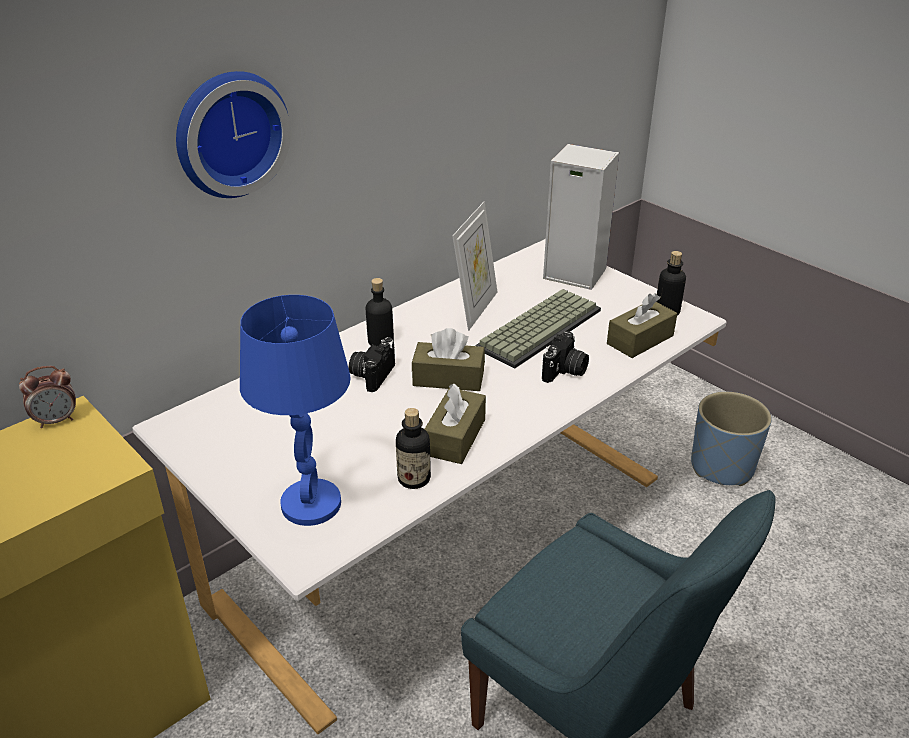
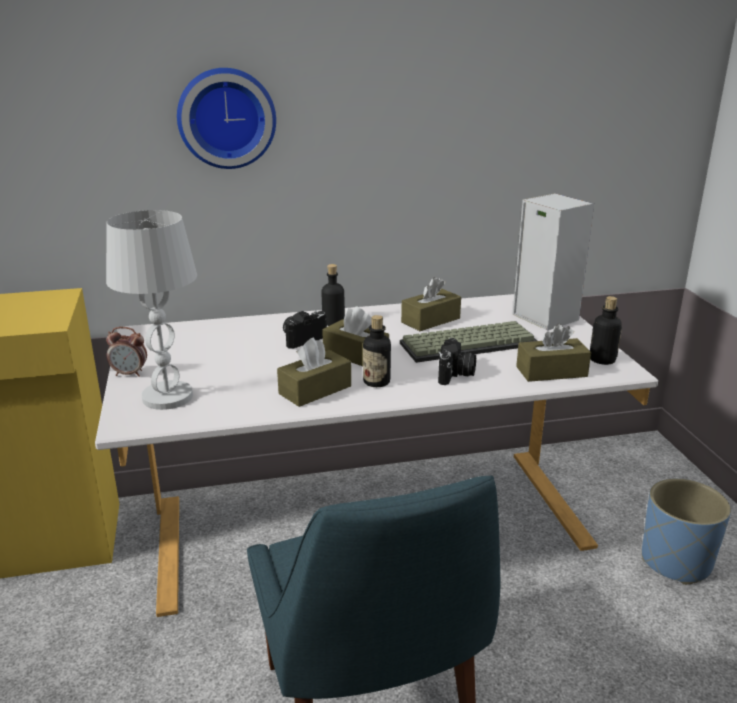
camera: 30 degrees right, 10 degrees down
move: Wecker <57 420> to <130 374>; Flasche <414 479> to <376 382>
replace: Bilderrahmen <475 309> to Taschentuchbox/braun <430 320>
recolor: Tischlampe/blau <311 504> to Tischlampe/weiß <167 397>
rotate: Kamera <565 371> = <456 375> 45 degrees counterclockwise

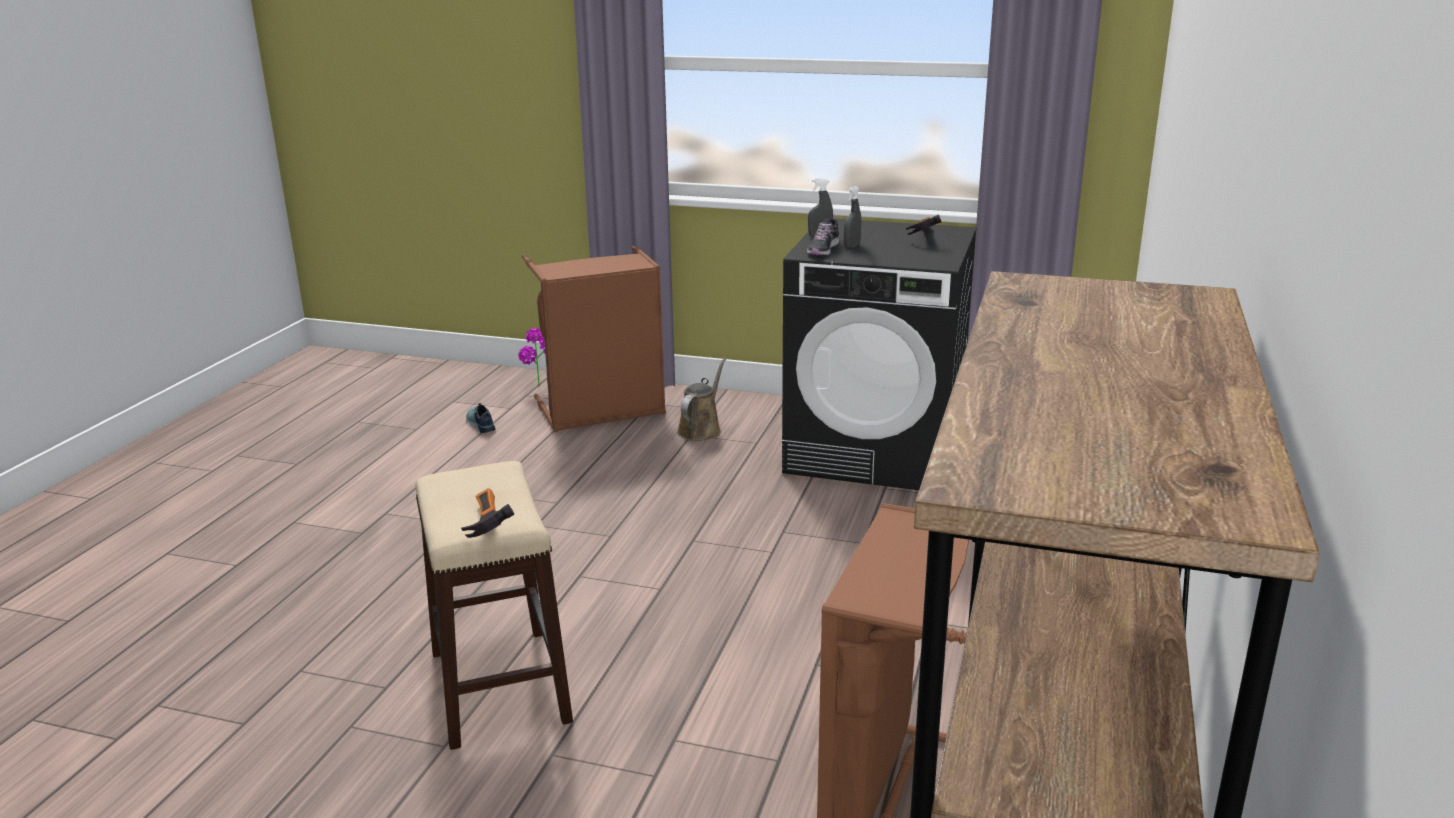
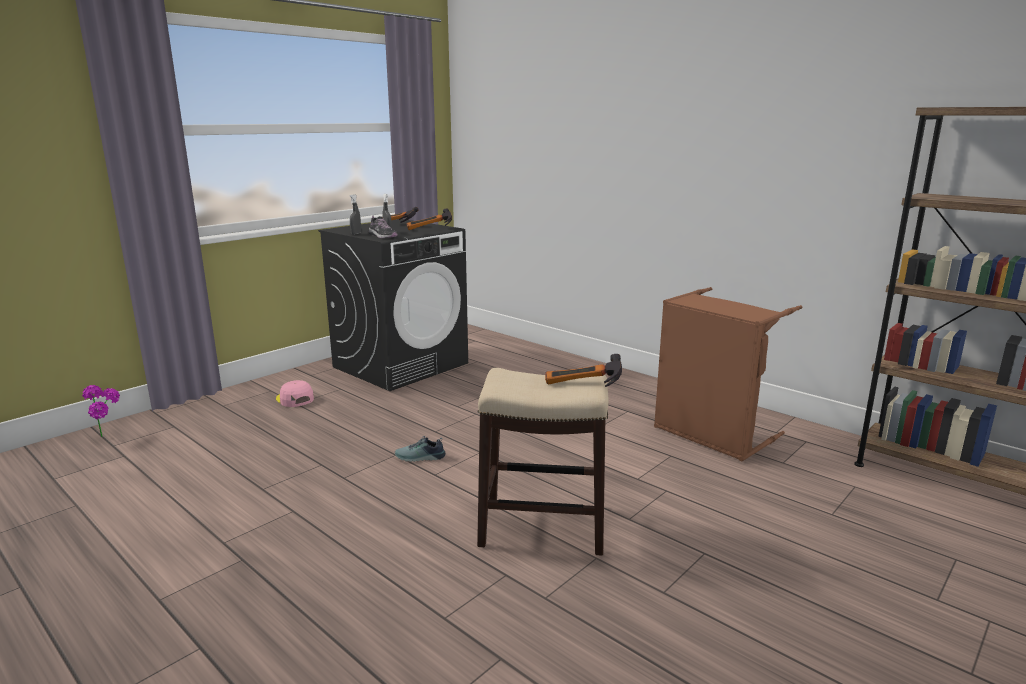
camera: 65 degrees left, 5 degrees down
delete: Wäschekorb/braun <602 412>
insert: Hammer <430 229>
move: Schuh <479 424> to <420 458>
replace: Gießkanne/braun <701 429> to Kappe/rosa <294 399>

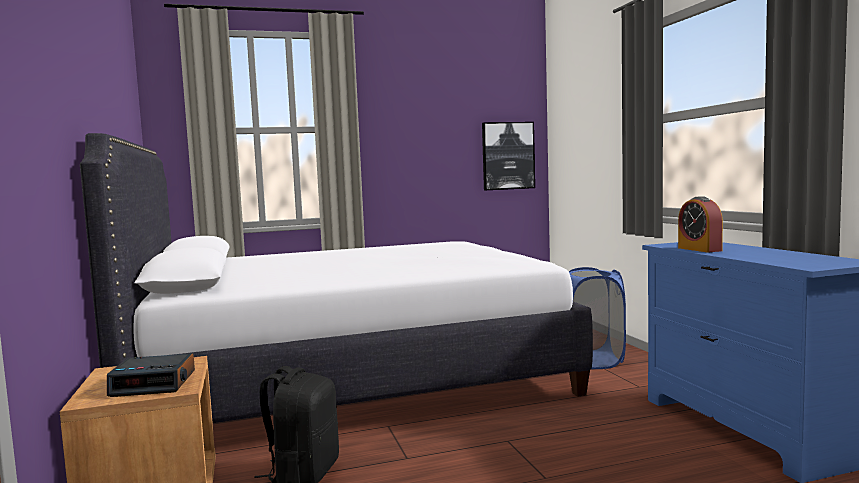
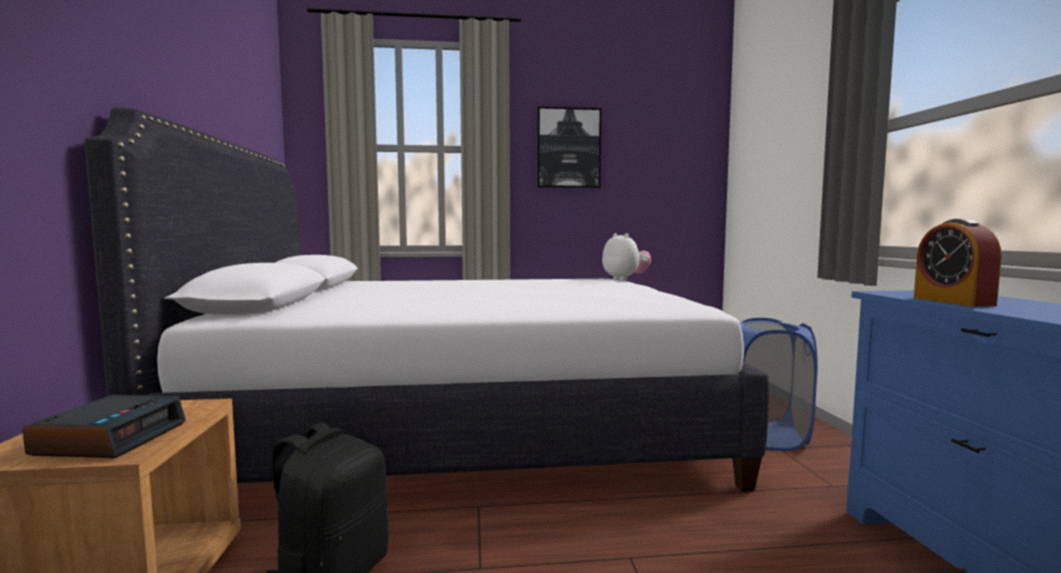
camera: 10 degrees right, 0 degrees up
insert: Plüschtier <625 279>
move: Bild <508 156> to <568 148>
rotate: Wecker <154 383> = <111 438> 90 degrees counterclockwise

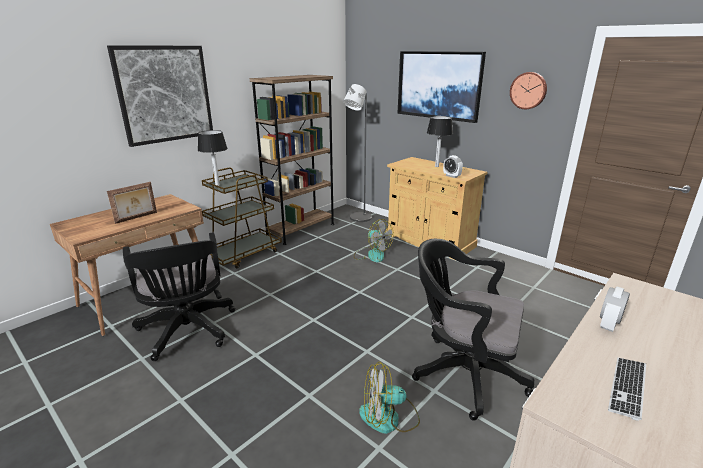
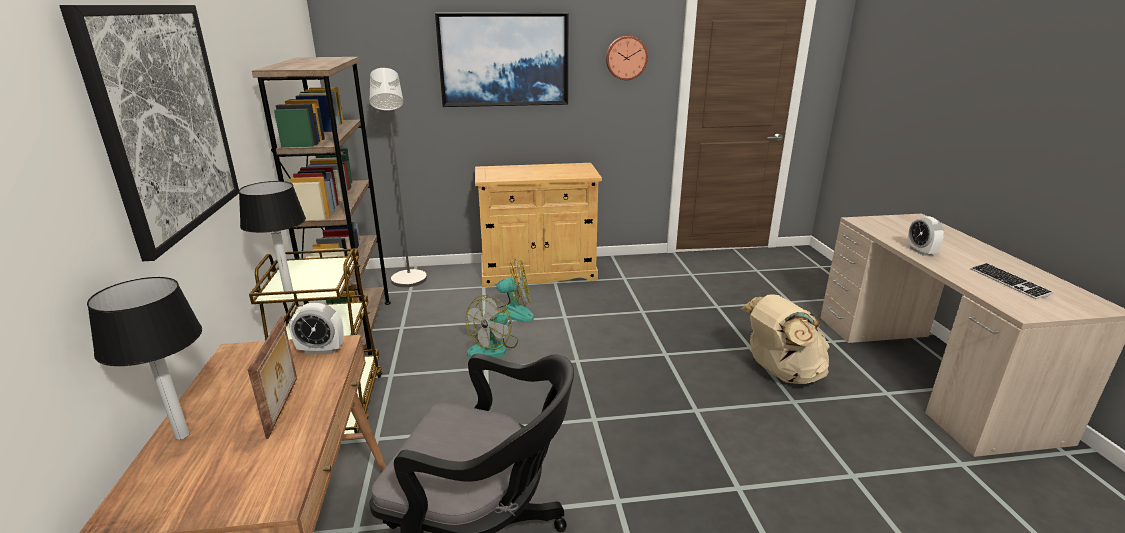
camera: 50 degrees left, 0 degrees up
move: Ventilator <389 417> to <494 347>; Tischlampe <437 166> to <183 435>; Wecker <451 176> to <321 350>
replace: Bürostuhl/schwarz <462 373> to Rucksack/beige <780 373>

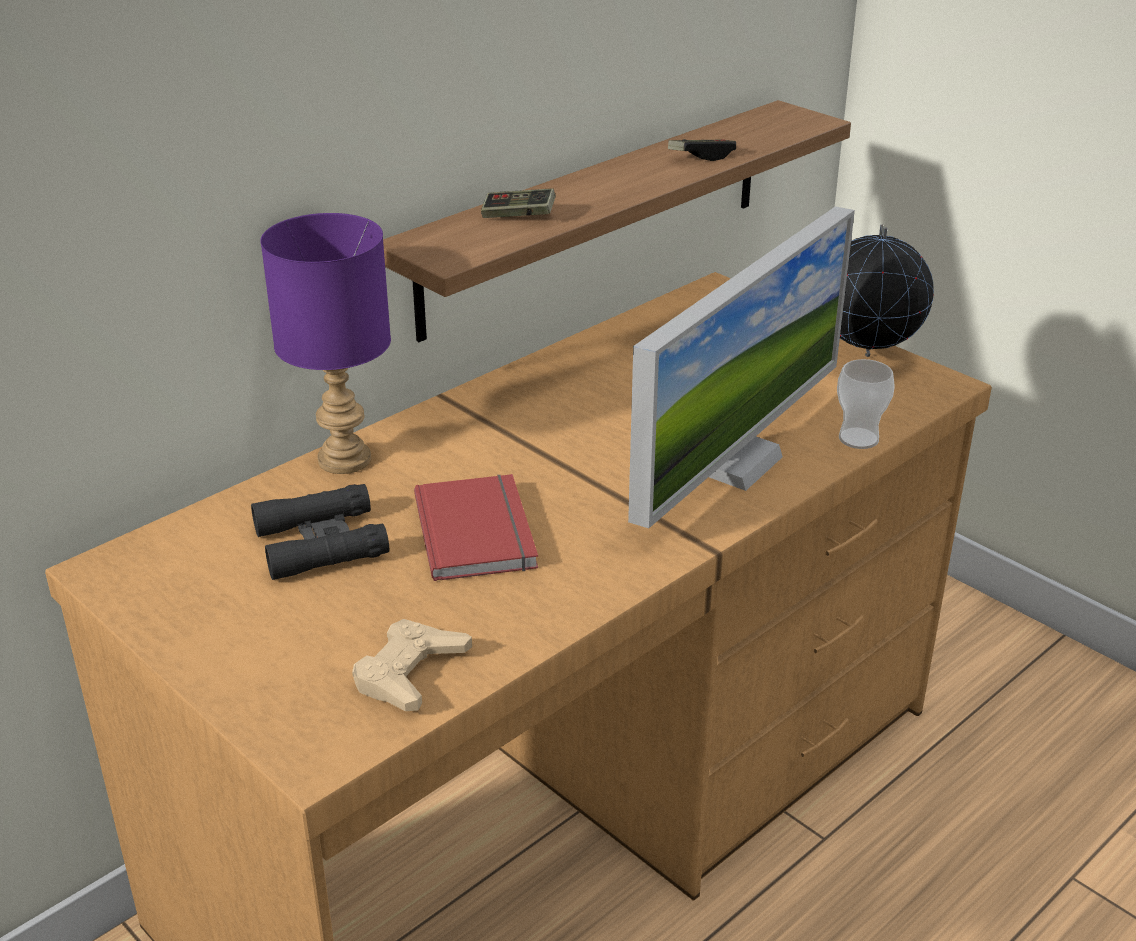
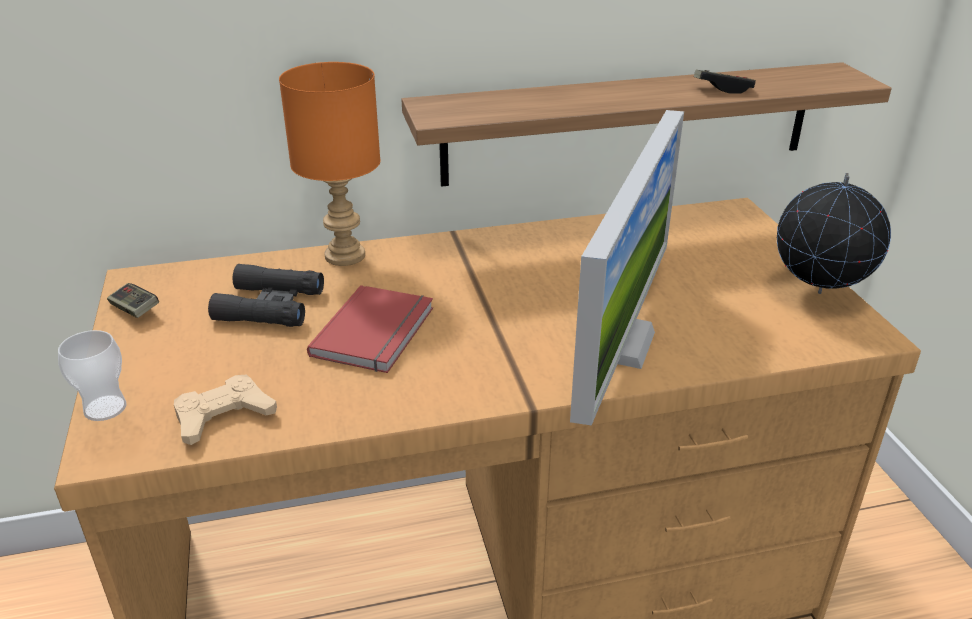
camera: 30 degrees right, 0 degrees up
move: Gamepad <518 216> to <135 309>; Tasse <858 438> to <105 408>
recolor: Tischlampe/lila <347 459> to Tischlampe/orange <346 256>
rotate: Monitor <735 463> = <619 344> 45 degrees counterclockwise

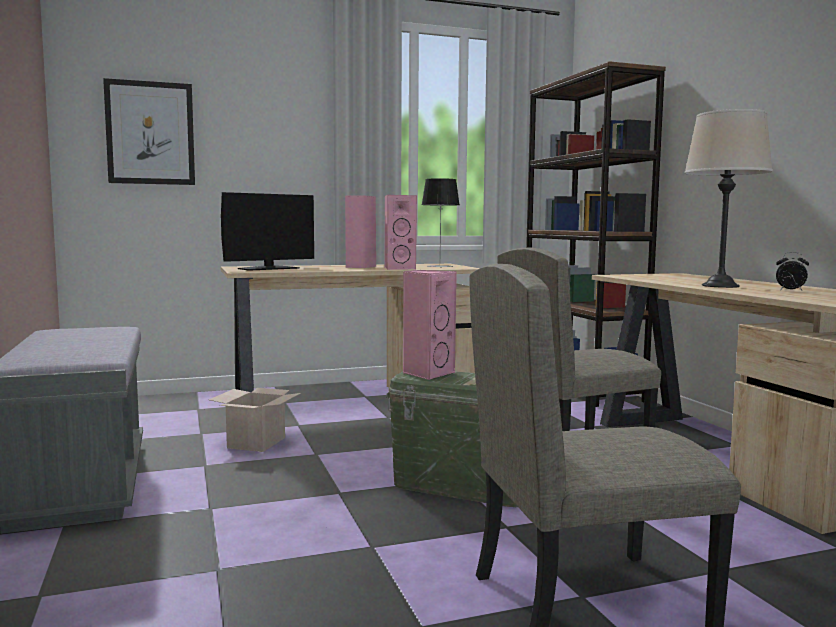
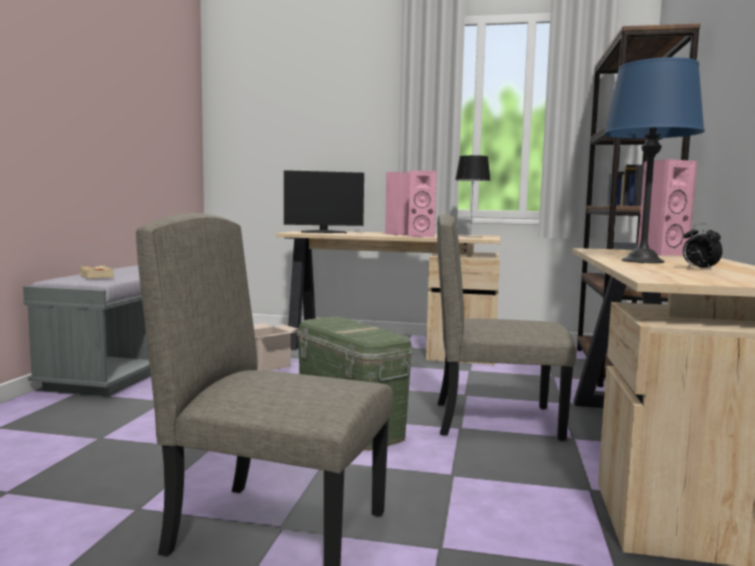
camera: 30 degrees right, 0 degrees up
delete: Bild <150 133>
insert: Buch/beige <97 276>
move: Lautsprecher/rosa <427 373> to <661 254>
recolor: Tischlampe/beige <720 286> to Tischlampe/blau <642 261>

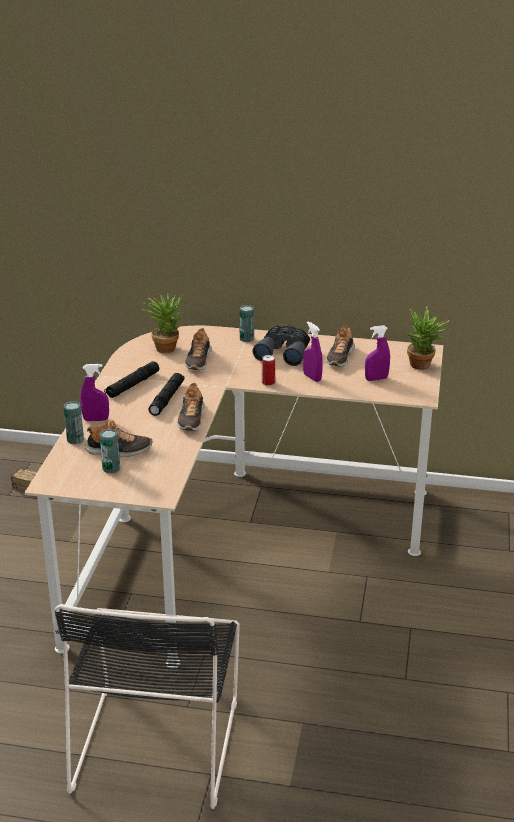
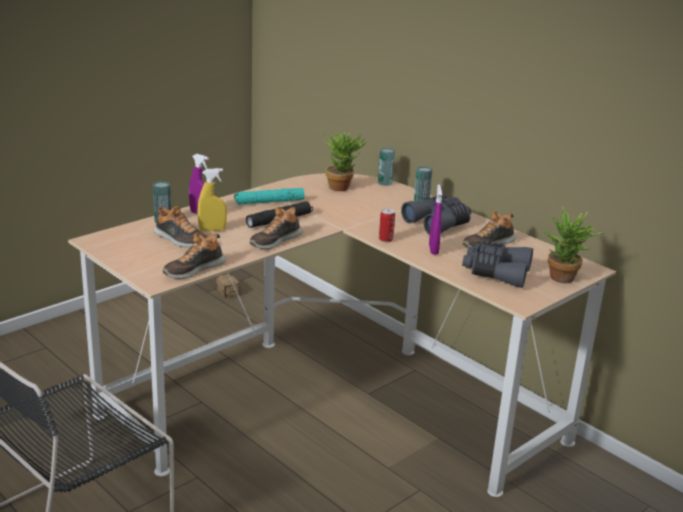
camera: 35 degrees right, 5 degrees down
insert: Sprühflasche/gelb <212 230>
move: Dose <111 468> to <384 183>; Schuh <198 360> to <193 269>
replace: Sprühflasche/lila <376 379> to Fernglas/grau <496 272>
recolor: Taschenlampe/schwarz <132 385> to Taschenlampe/türkis <269 202>

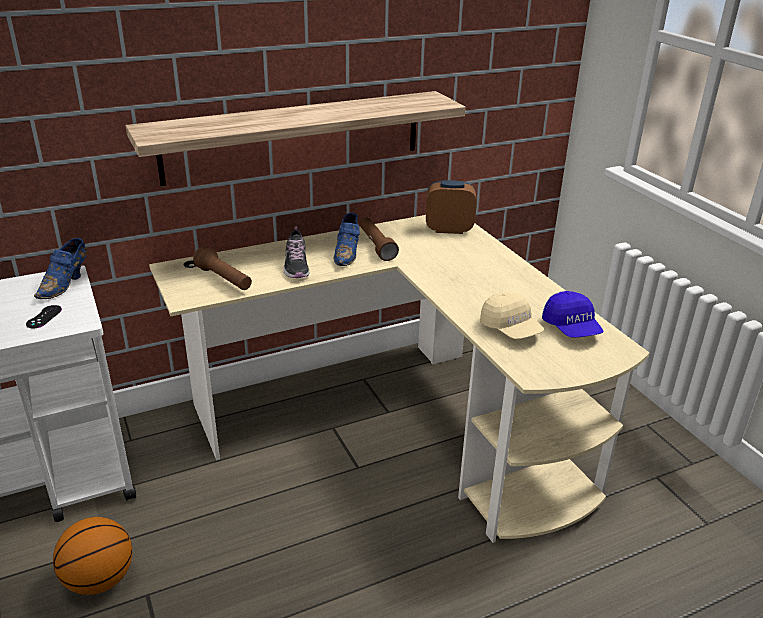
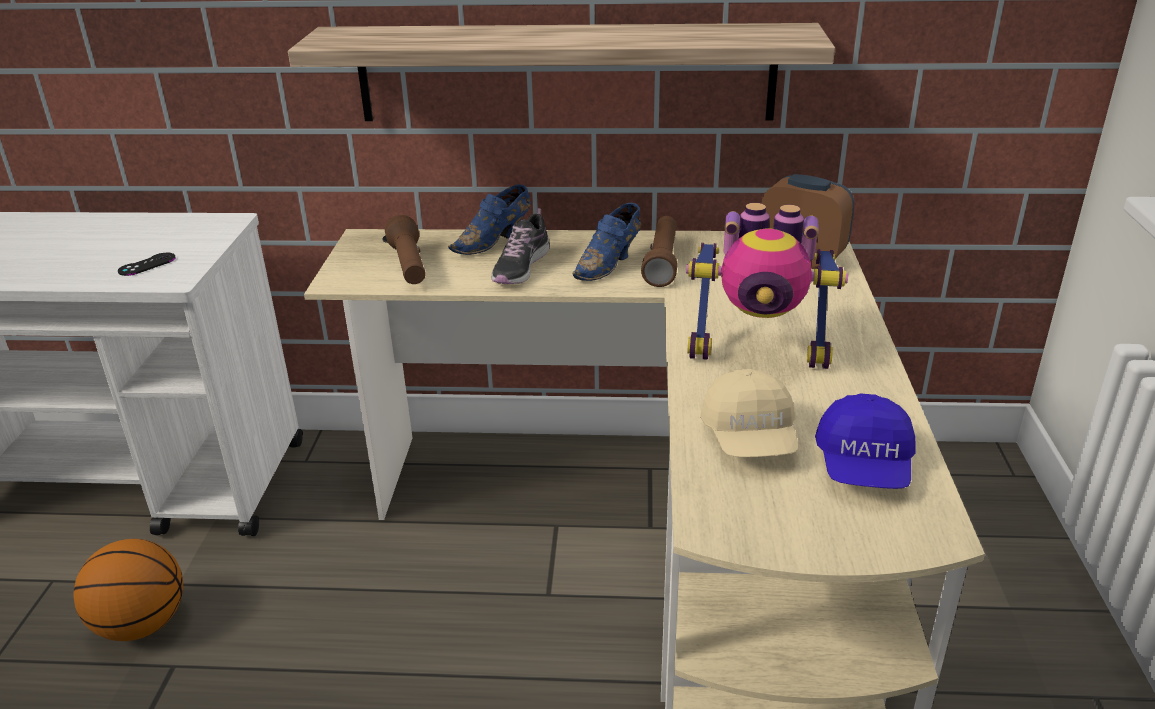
camera: 30 degrees right, 0 degrees up
insert: Spielzeugroboter <759 351>
move: Schuh/blau <66 284> to <494 241>

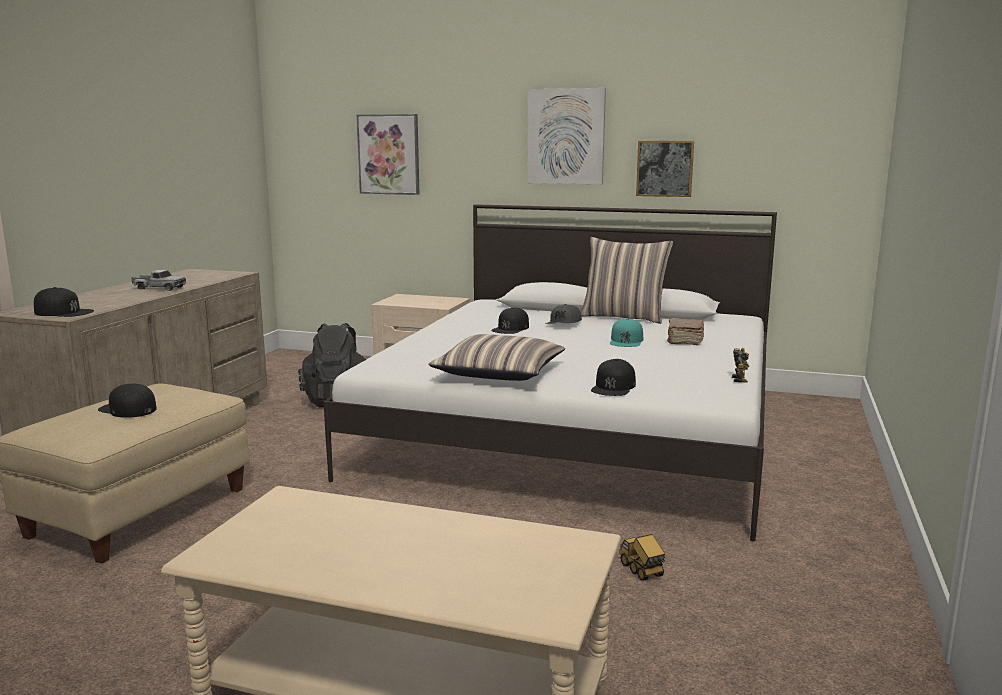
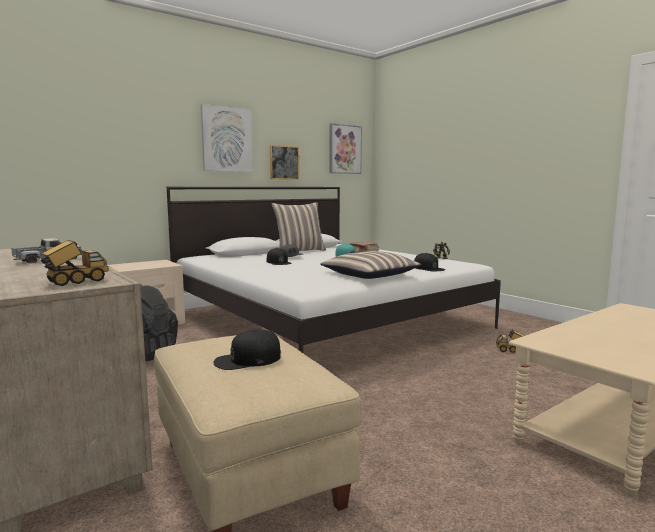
camera: 55 degrees left, 5 degrees down
move: Bild <389 154> to <344 149>
replace: Kappe/schwarz <63 312> to Spielzeuglaster <75 282>

